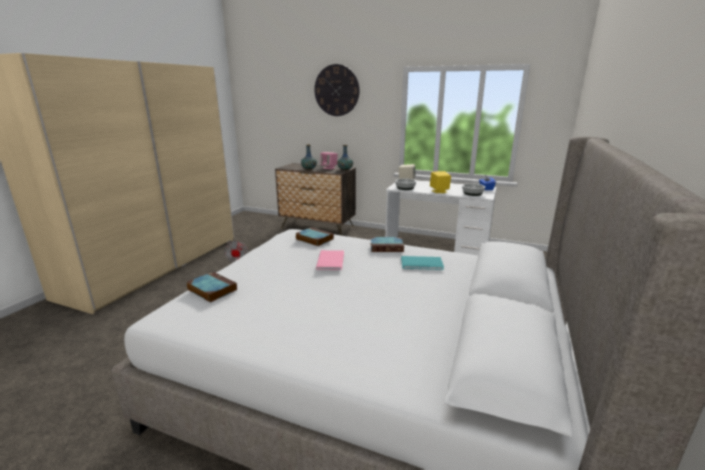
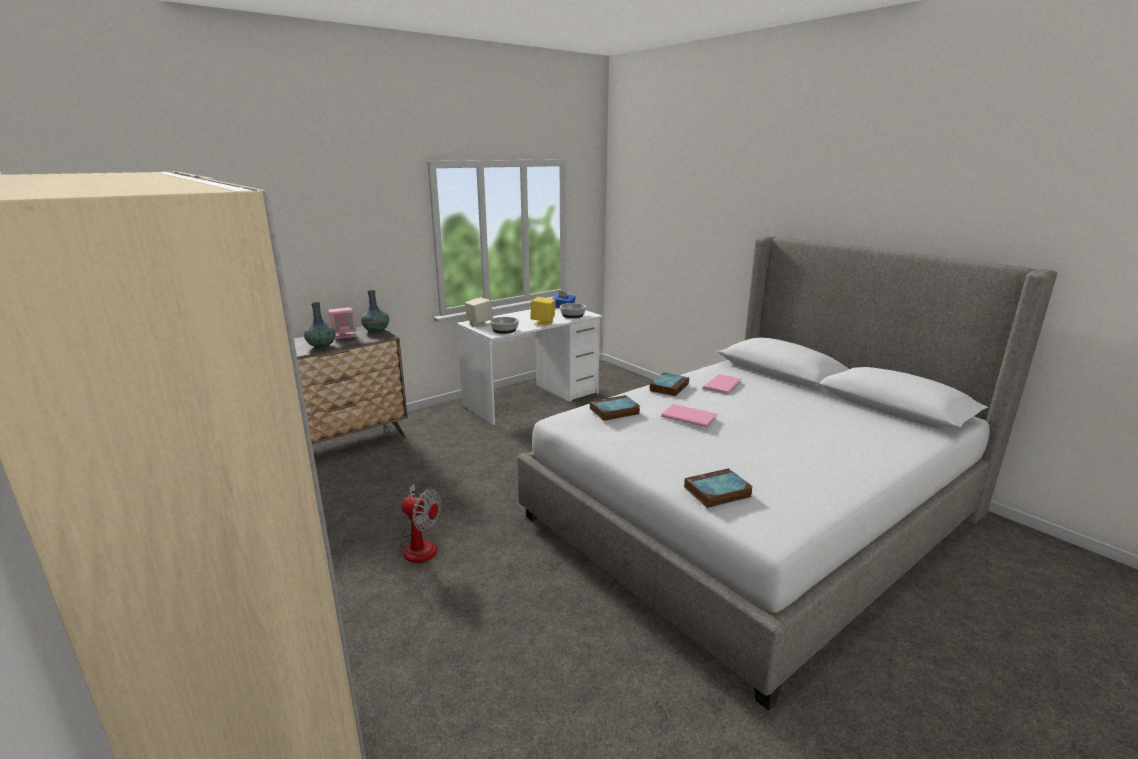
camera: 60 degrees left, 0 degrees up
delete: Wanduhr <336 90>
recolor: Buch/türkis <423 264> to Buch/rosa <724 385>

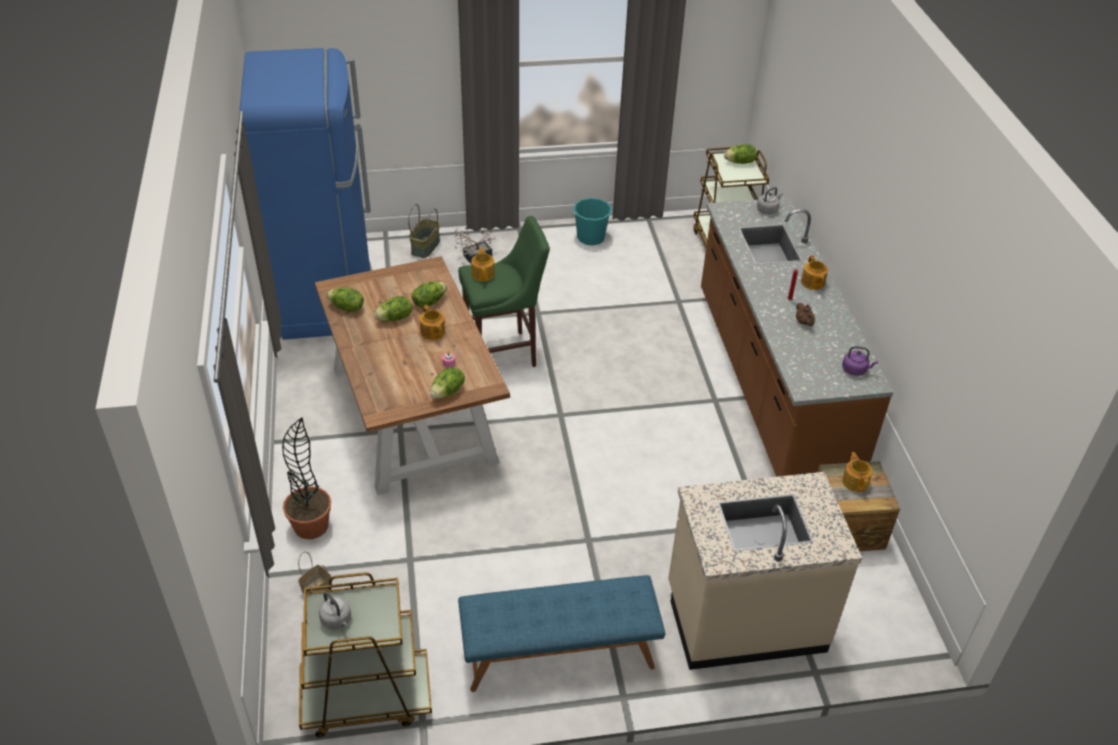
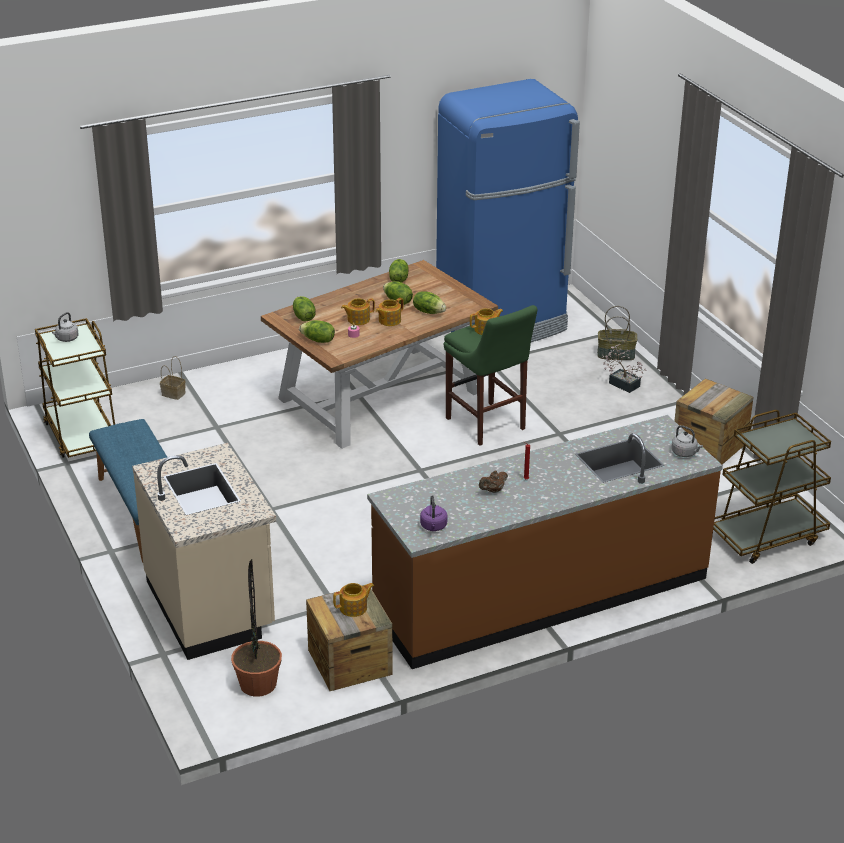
camera: 75 degrees right, 10 degrees down
move: Topfpflanze <311 526> to <258 684>; Salatkopf <740 162> to <303 317>; Teekanne <812 282> to <358 319>
replace: Eimer/türkis <591 237> to Kiste <709 445>

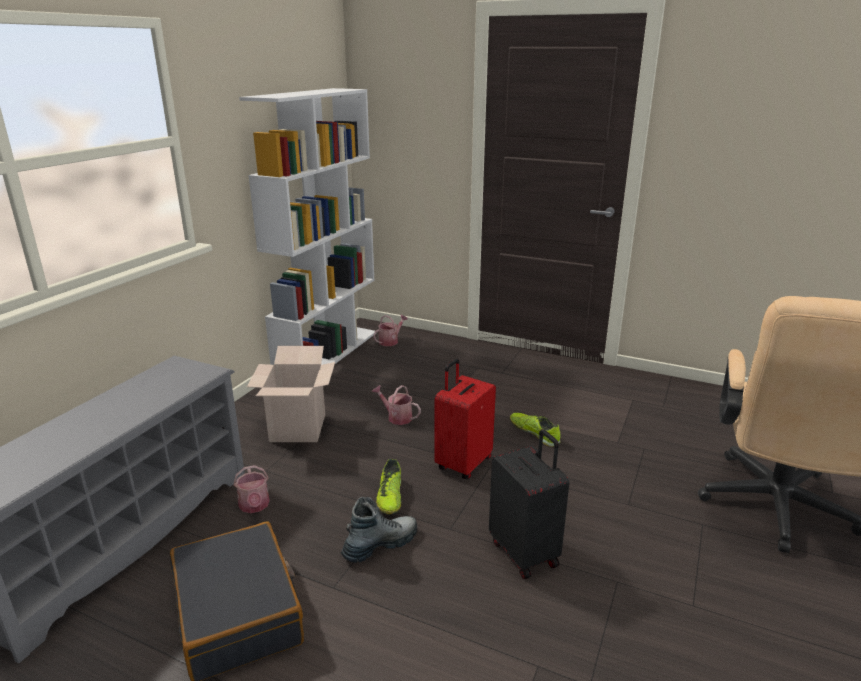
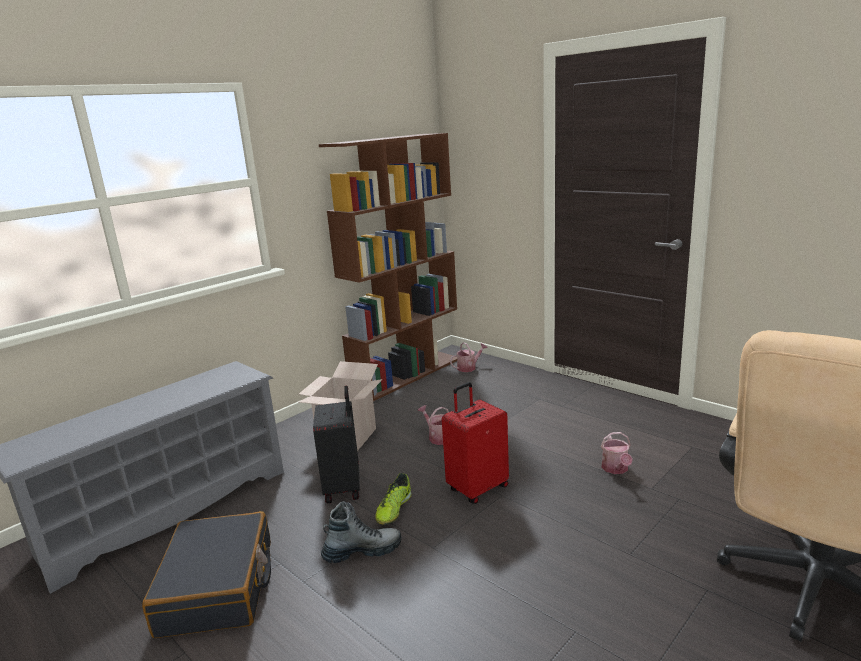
camera: 20 degrees right, 5 degrees down
delete: Schuh <534 433>
move: Gießkanne <254 506> to <616 469>; Koffer/schwarz <525 552> to <344 487>
recolor: Bücherregal/weiß <327 353> to Bücherregal/braun <407 374>

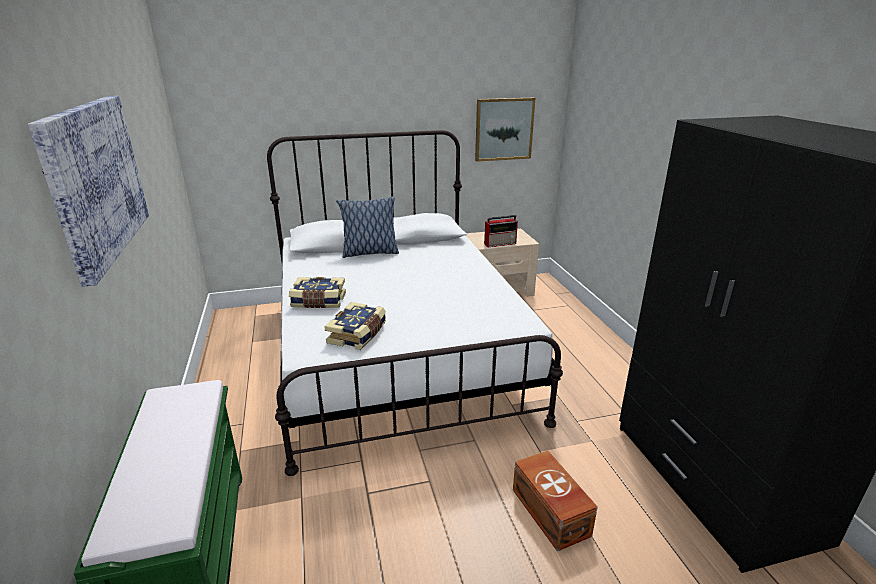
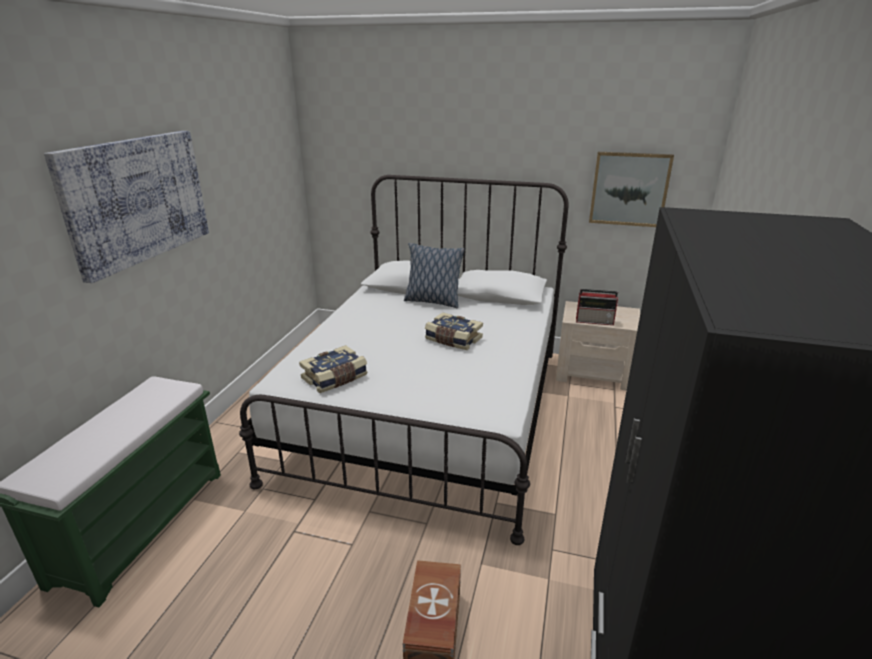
camera: 30 degrees right, 0 degrees up
move: Buch <318 301> to <453 340>

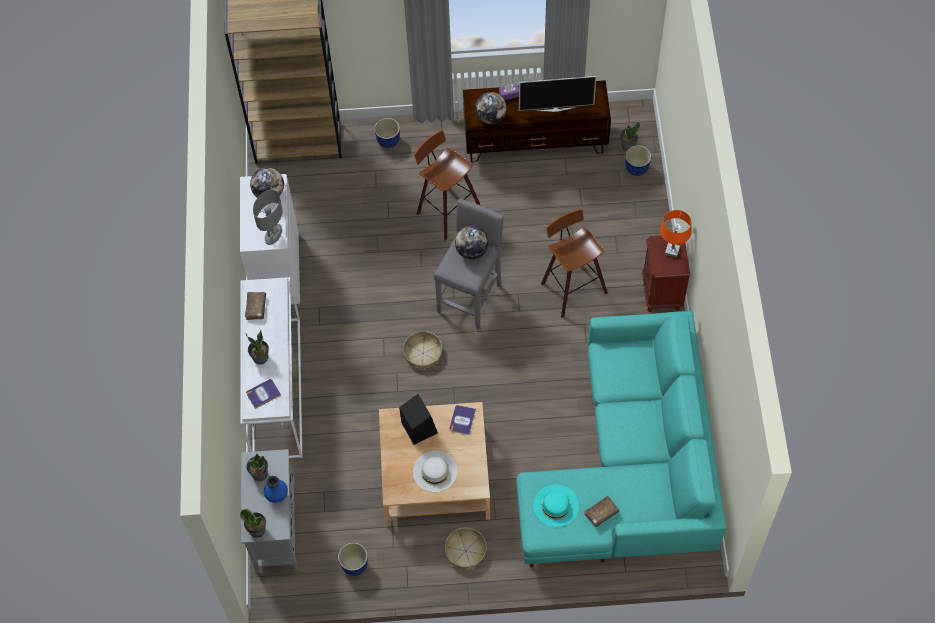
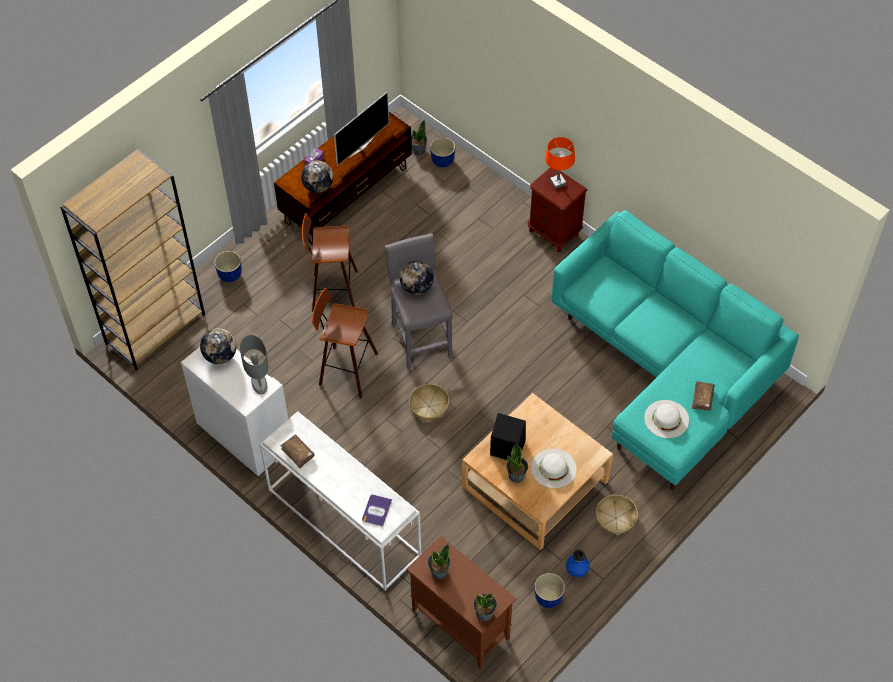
camera: 45 degrees left, 5 degrees down
delete: Buch <462 420>
move: Topfpflanze <260 358> to <516 475>; Vase/blau <277 495> to <577 571>; Hocker <571 287> to <346 370>
recolor: Schrank/grau <276 529> to Schrank/braun <459 624>; Hut/türkis <555 505> to Hut/weiß <666 419>

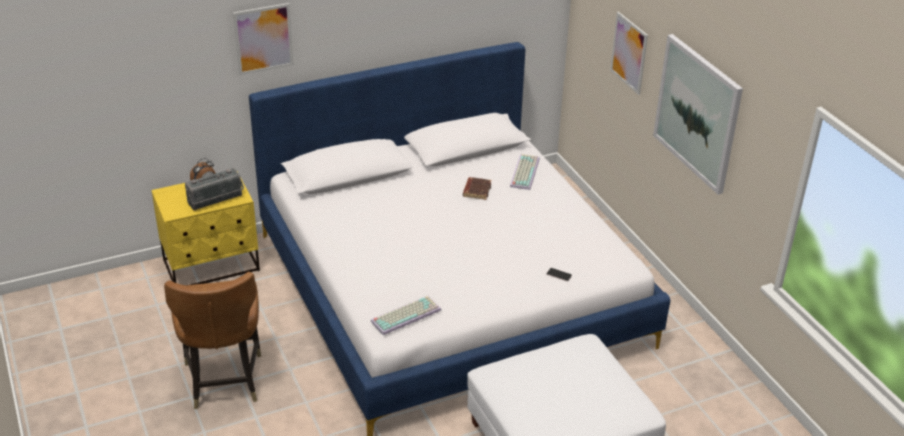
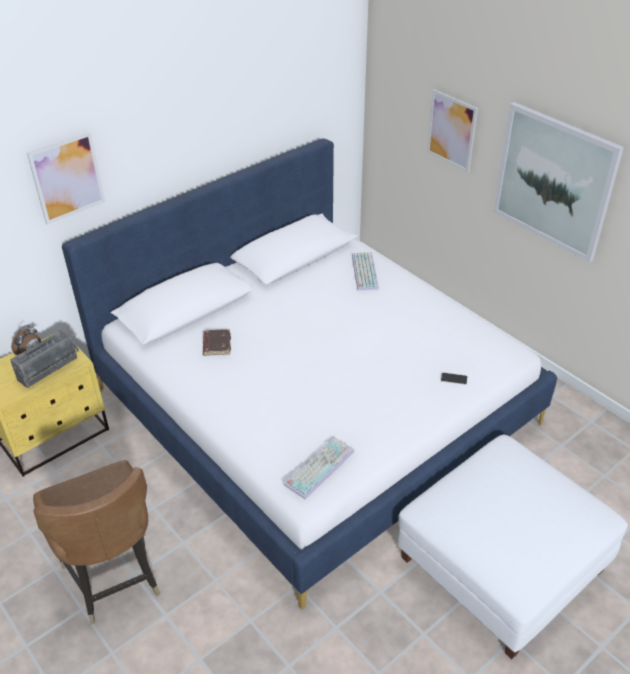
camera: 15 degrees left, 5 degrees up
move: Buch/braun <476 190> to <216 344>

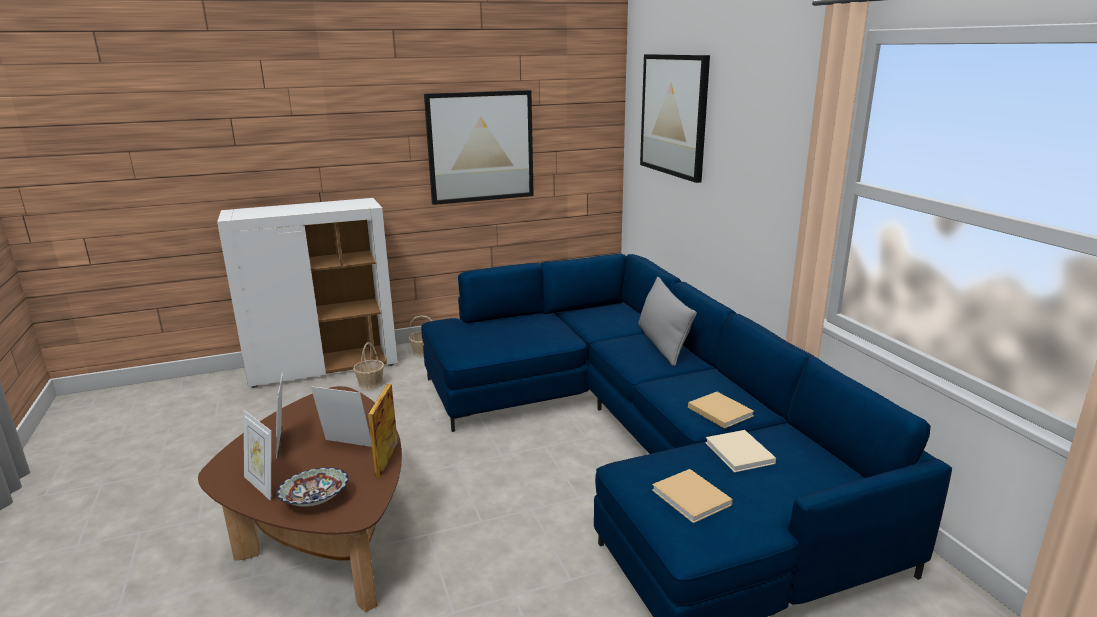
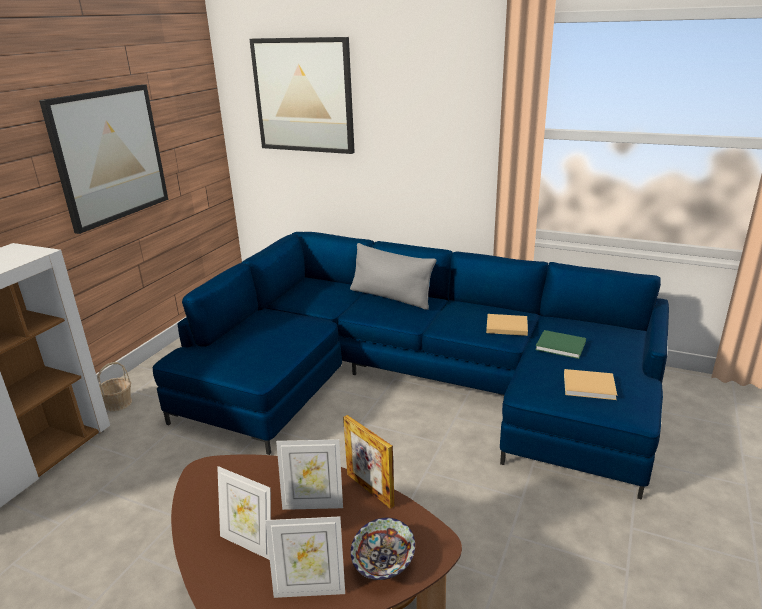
camera: 45 degrees left, 5 degrees up
delete: Korb <370 384>
recolor: Buch/beige <740 454> to Buch/grün <562 346>
rotate: Bilderrahmen <346 446> = <313 504> 150 degrees counterclockwise

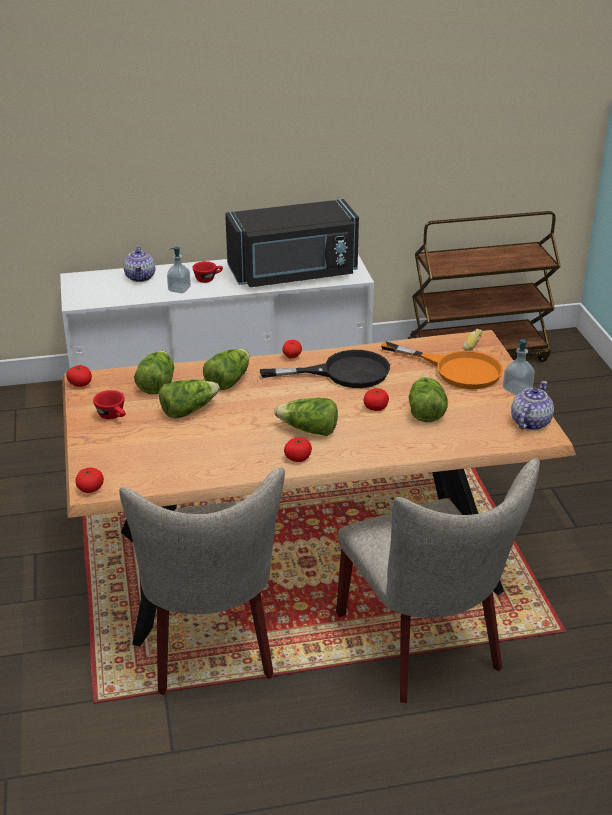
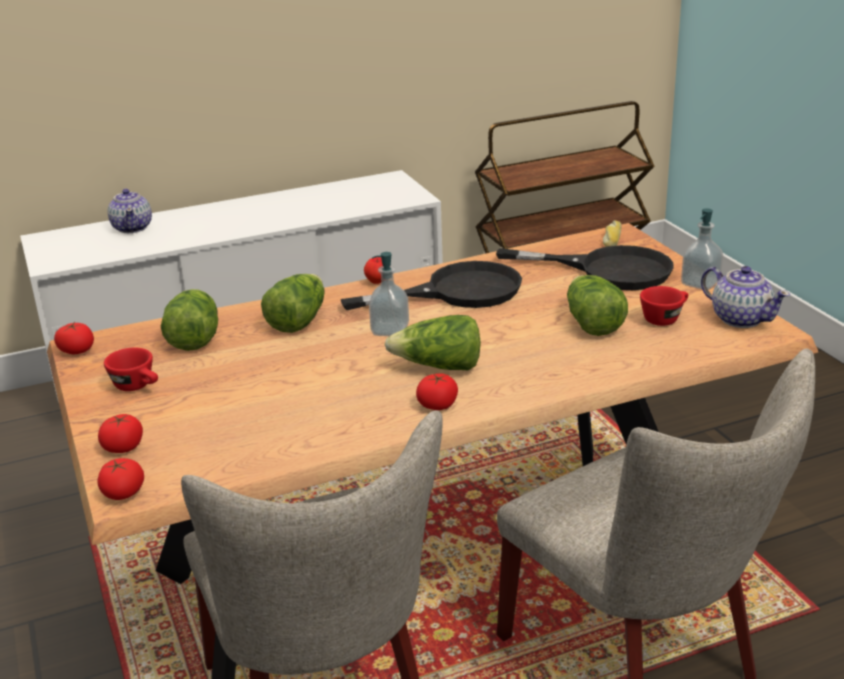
camera: 10 degrees left, 5 degrees down
delete: Salatkopf <188 410>; Mikrowelle/schwarz <294 274>
move: Seifenspender <179 289> to <390 330>; Tasse/rot <208 279> to <664 318>; Tomate <376 407> to <123 447>
recolor: Pfanne/orange <456 369> to Pfanne/schwarz <608 270>
rotate: Teekanne <530 422> = <740 318> 120 degrees clockwise

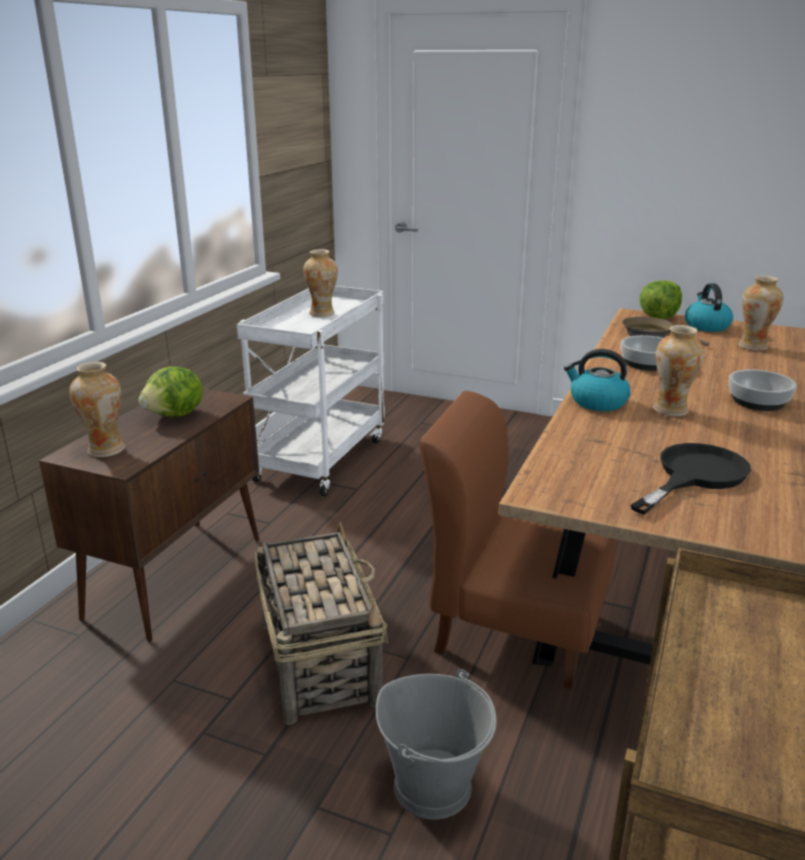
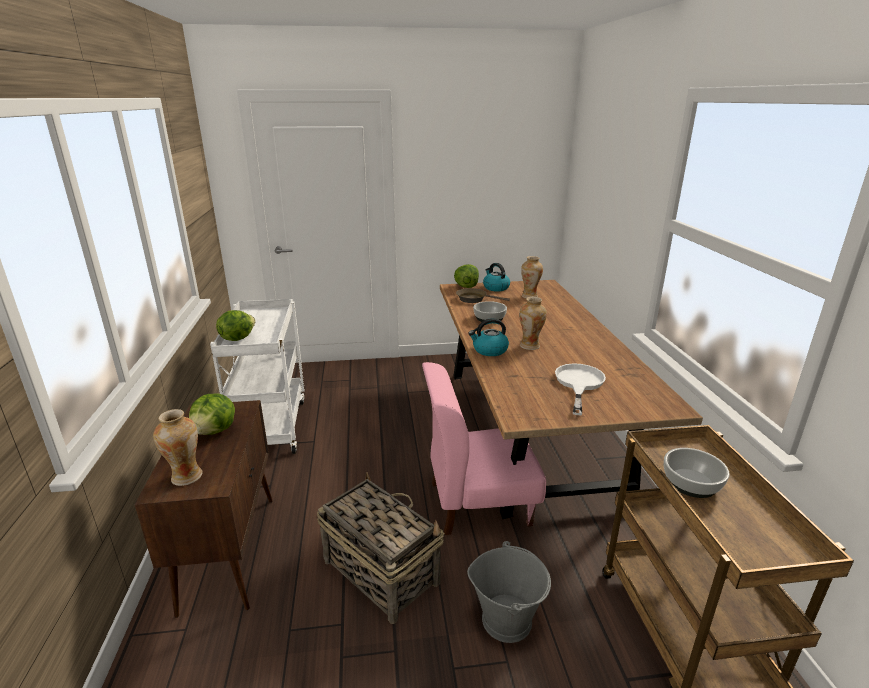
camera: 30 degrees left, 0 degrees up
delete: Vase <322 314>
insert: Salatkopf <237 338>
move: Schüssel <758 402> to <692 483>
recolor: Stuhl/braun <514 630> to Stuhl/rosa <478 502>; Pfanne/schwarz <694 476> to Pfanne/weiß <578 384>

